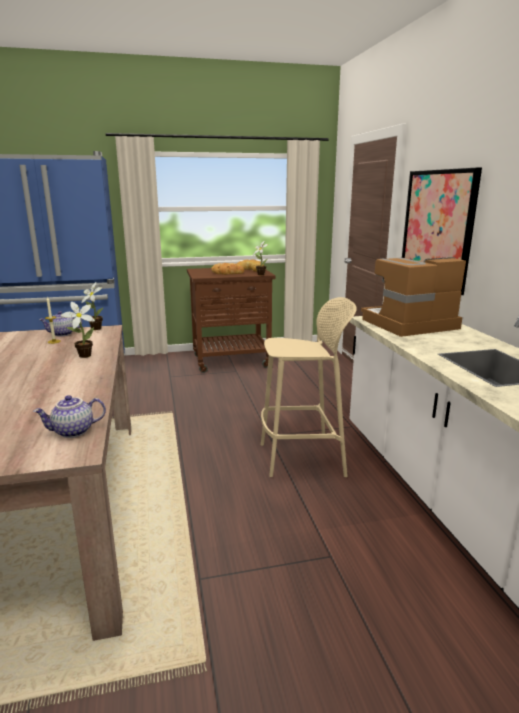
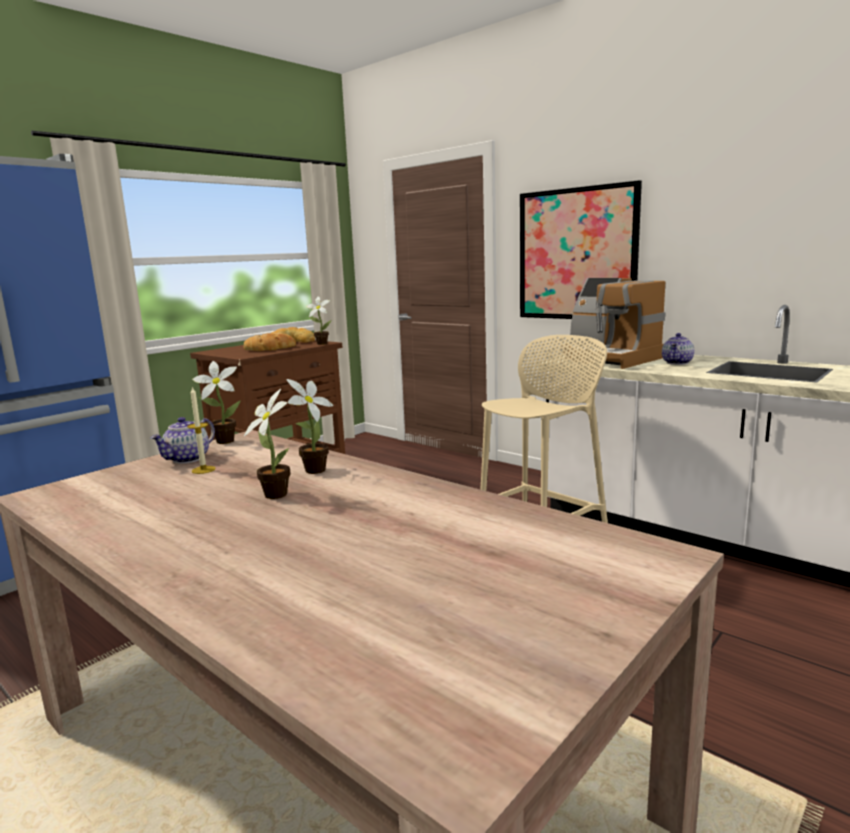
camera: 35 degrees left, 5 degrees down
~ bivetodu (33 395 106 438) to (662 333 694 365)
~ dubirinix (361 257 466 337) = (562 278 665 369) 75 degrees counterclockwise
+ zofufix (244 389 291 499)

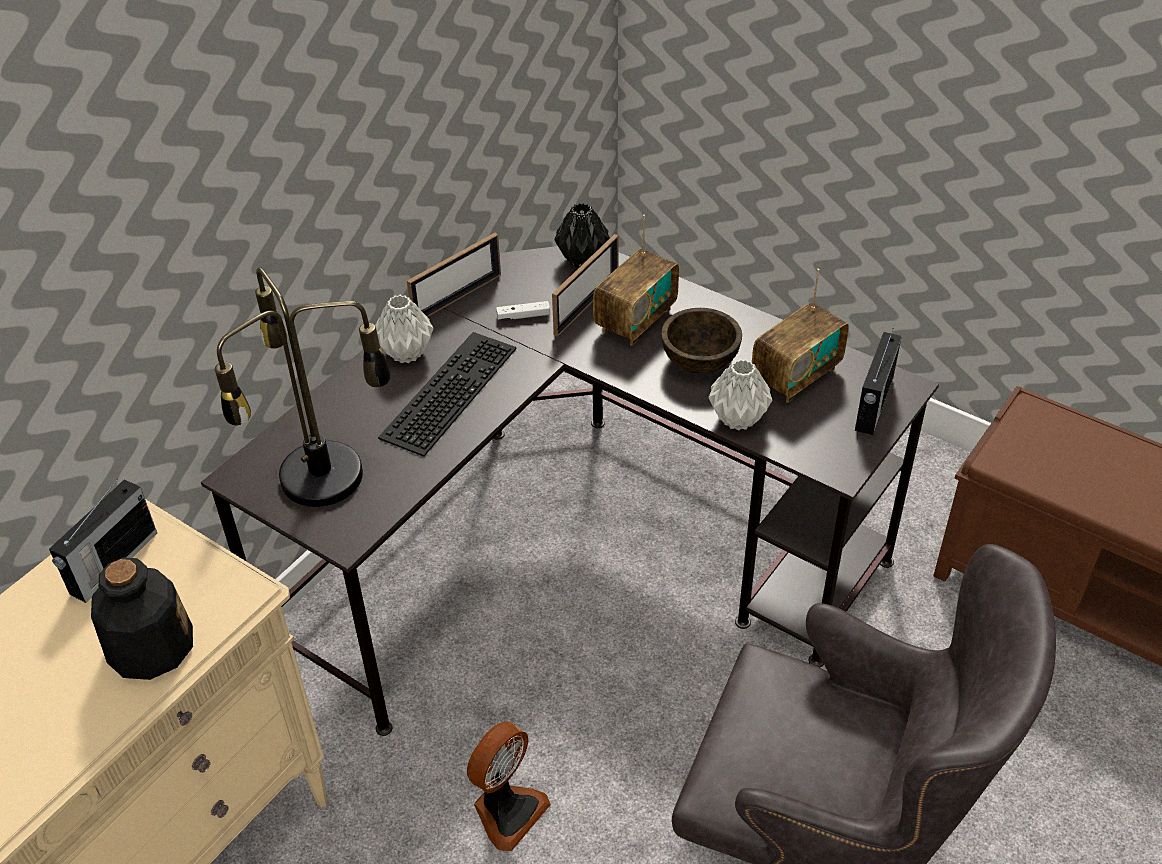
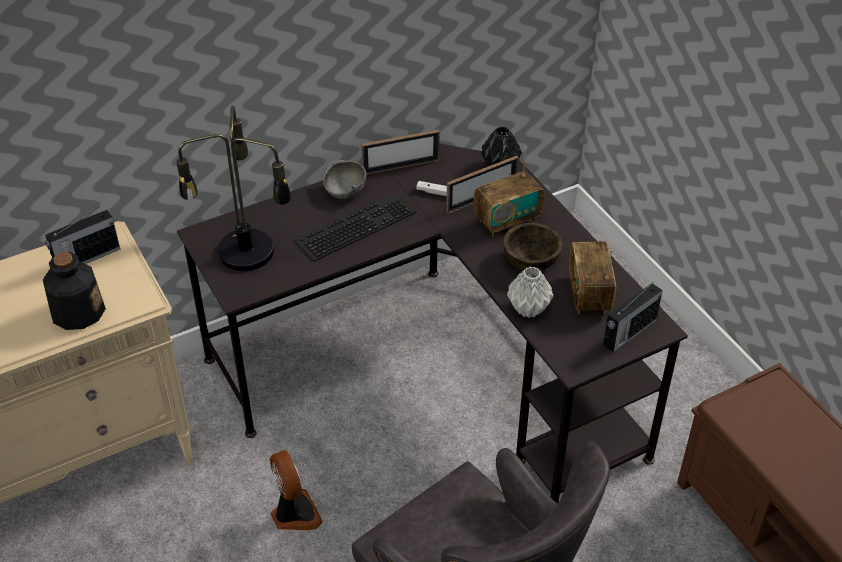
camera: 25 degrees right, 0 degrees up
~ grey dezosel (375 295 434 363) to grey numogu (323 160 367 199)
~ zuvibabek (467 722 551 851) = (270 450 323 530) 90 degrees counterclockwise
~ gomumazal (752 269 849 403) = (569 241 617 314) 105 degrees clockwise

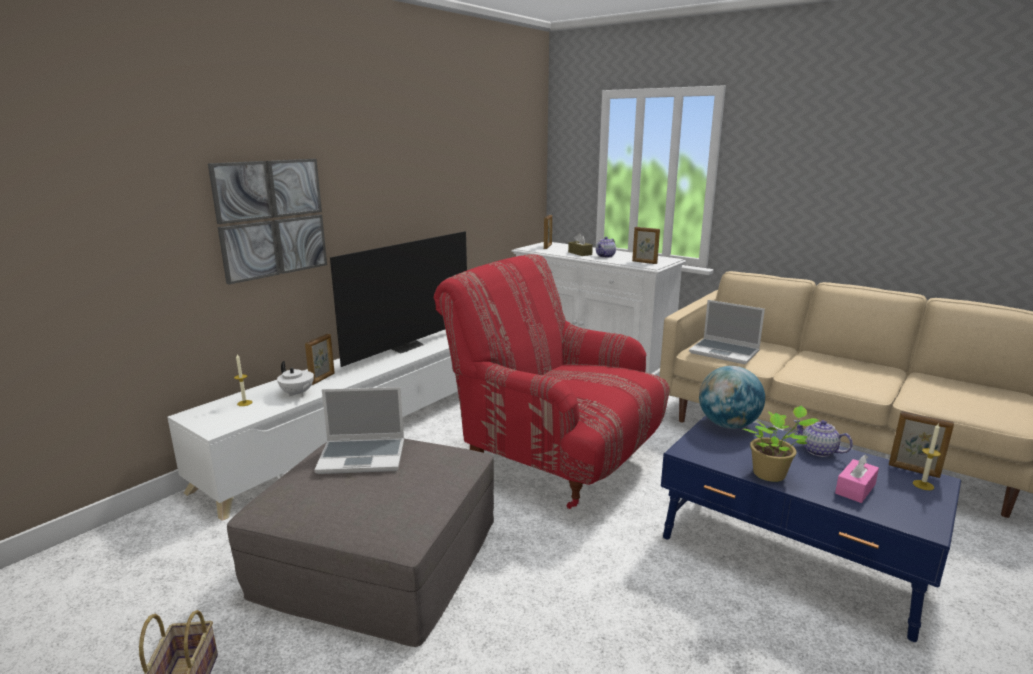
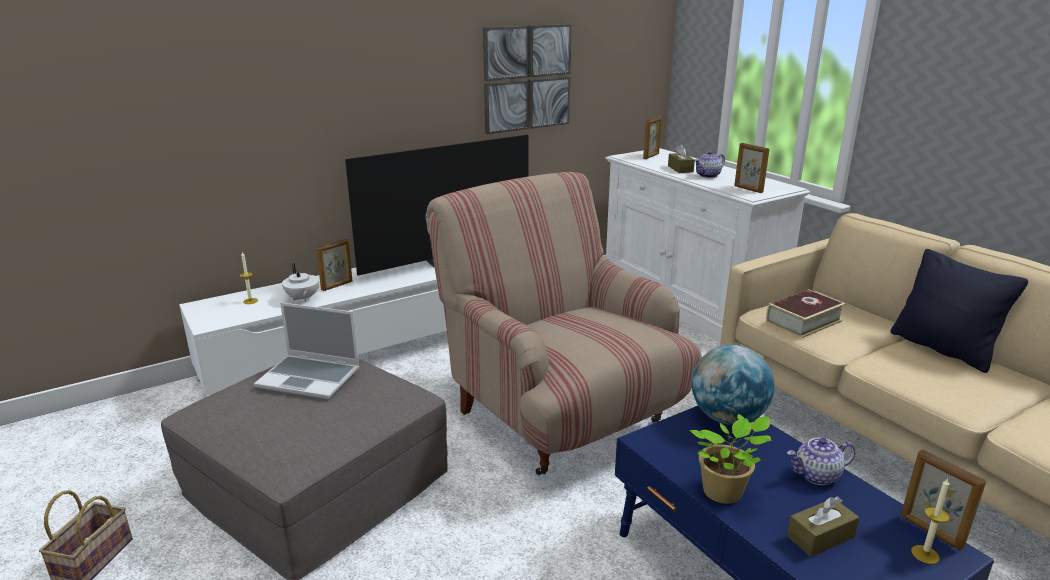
camera: 20 degrees right, 5 degrees up
~ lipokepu (208 159 327 284) to (483 24 572 134)
~ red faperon (434 254 670 509) to beige faperon (425 172 702 476)
~ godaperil (689 300 765 364) to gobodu (766 289 846 338)
~ bivetodu (793 420 853 457) = (787 438 856 485) 75 degrees counterclockwise
~ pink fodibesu (835 454 879 503) to brown fodibesu (787 496 859 557)
+ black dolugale (890 249 1028 373)

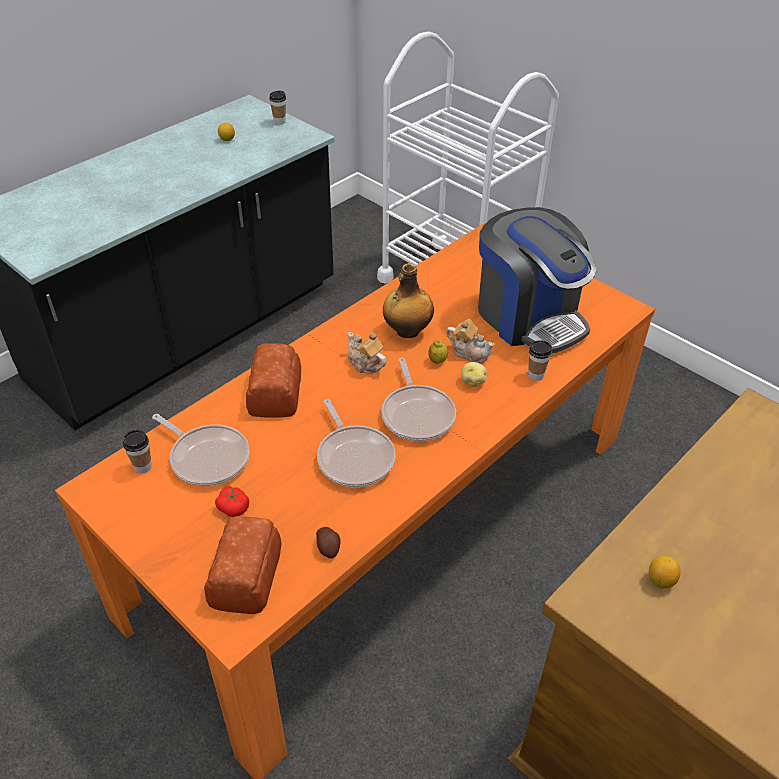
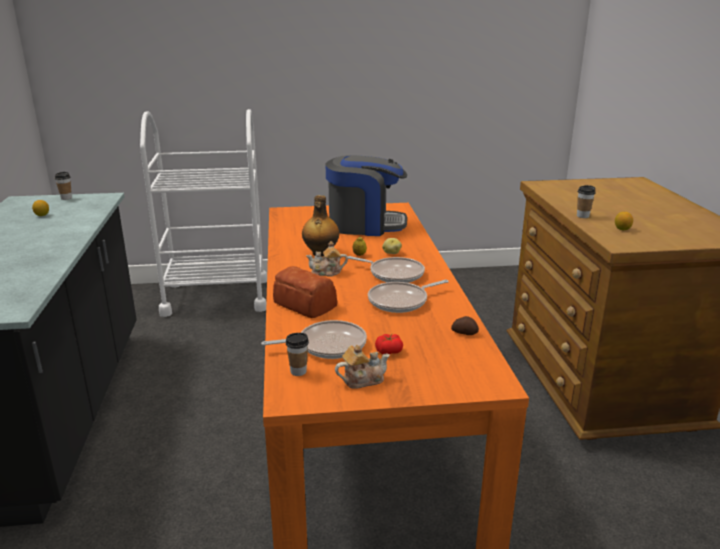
camera: 50 degrees left, 20 degrees down
- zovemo (204 516 282 614)
~ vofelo (317 399 396 487) = (368 280 449 313) 135 degrees clockwise
~ bivetodu (446 319 495 364) to (335 345 390 389)
~ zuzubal (528 340 552 381) to (577 185 596 218)

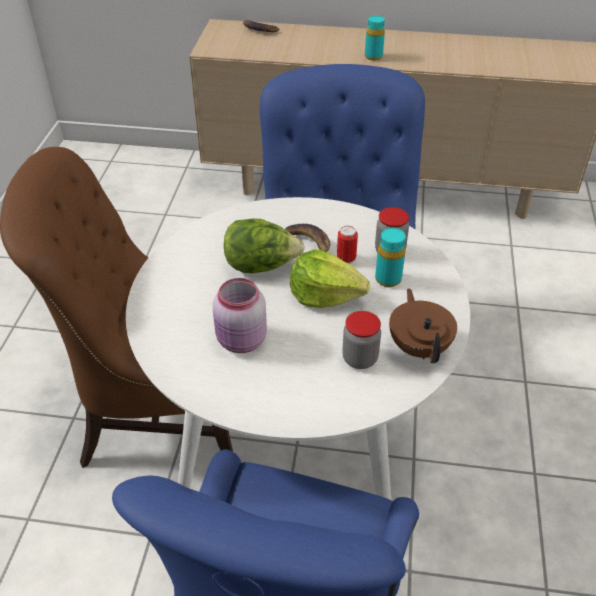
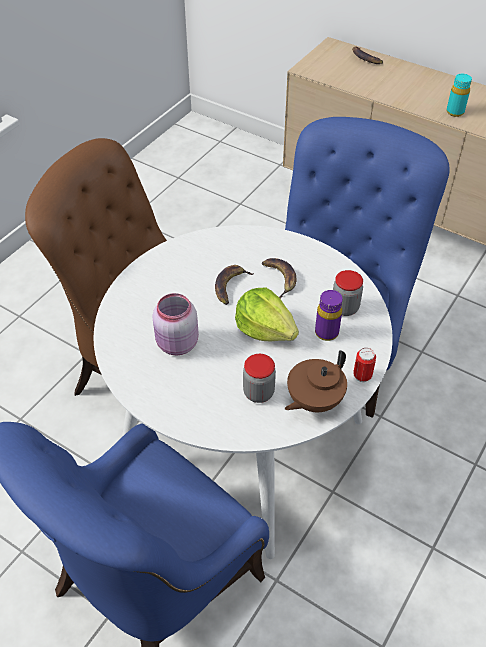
camera: 25 degrees right, 5 degrees up
~ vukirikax (224 218 305 273) to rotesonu (215 265 254 305)
~ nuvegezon (337 226 358 264) to (353 348 376 382)
~ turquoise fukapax (375 228 406 287) to purple fukapax (315 290 342 341)
~ brown bivetodu (389 288 457 363) = (285 350 347 412) 150 degrees counterclockwise

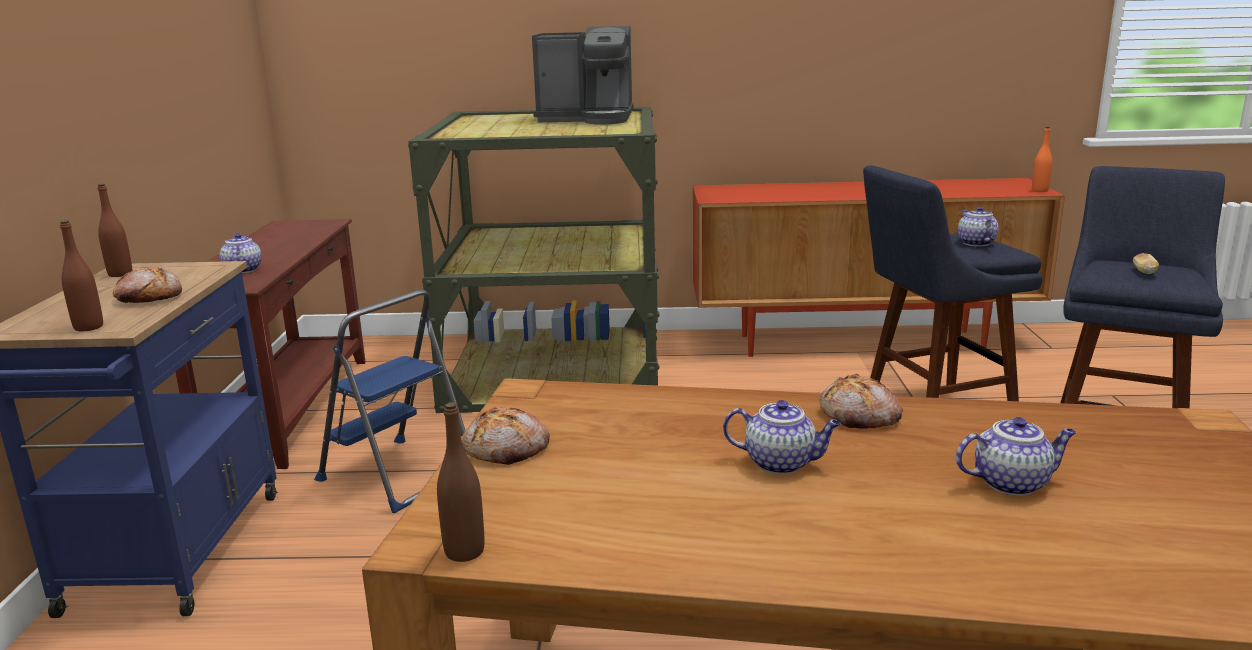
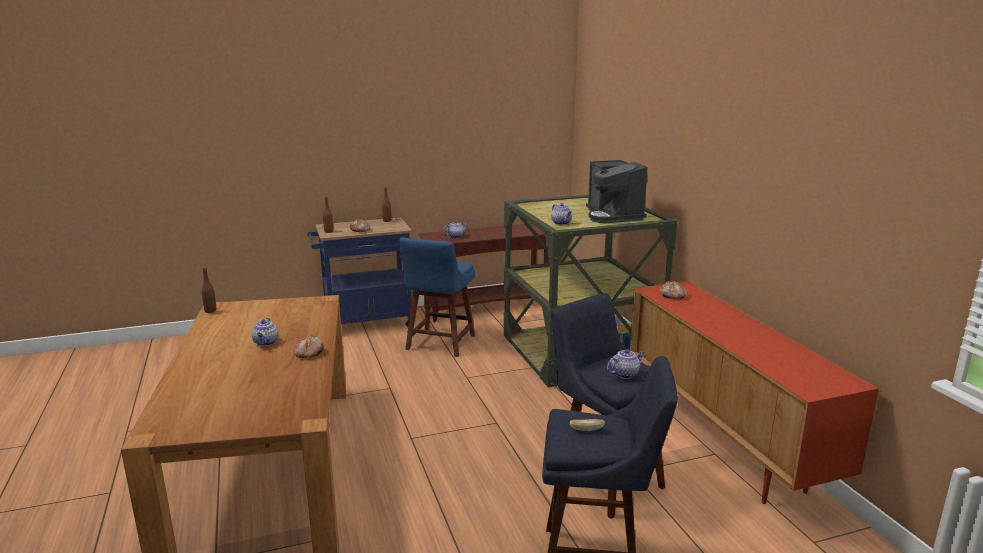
camera: 70 degrees right, 0 degrees up
~ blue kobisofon (314 290 465 513) to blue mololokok (399 237 475 357)
~ zovemo (462 407 550 465) to (660 281 687 299)
~ bivetodu (956 417 1076 496) to (551 203 572 225)
- orange fukapax (1032 127 1052 192)

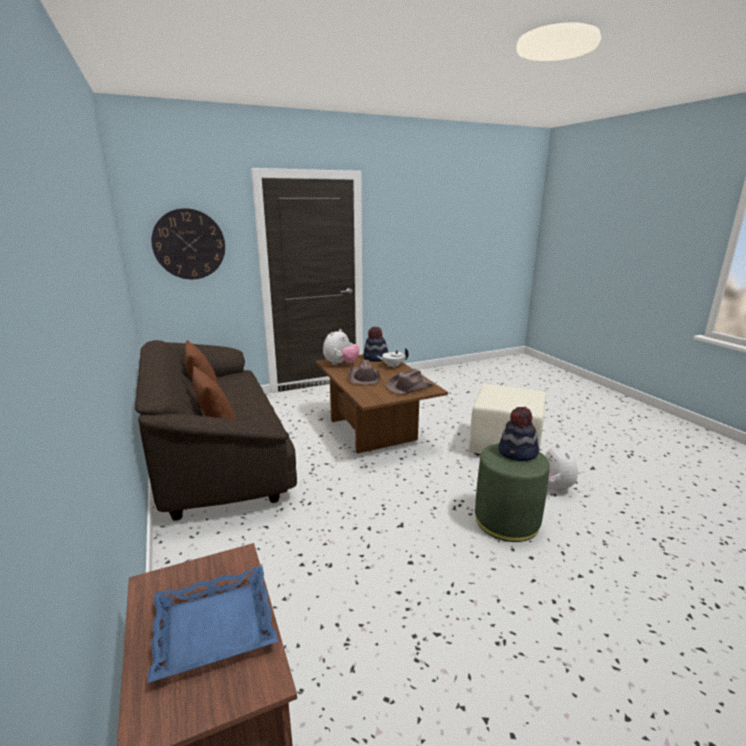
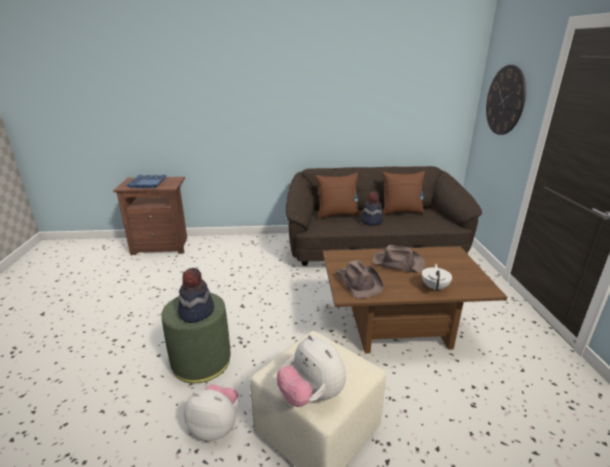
camera: 110 degrees right, 5 degrees up
~ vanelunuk (323 329 359 365) to (277 334 346 407)
~ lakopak (363 327 388 362) to (361 192 383 226)

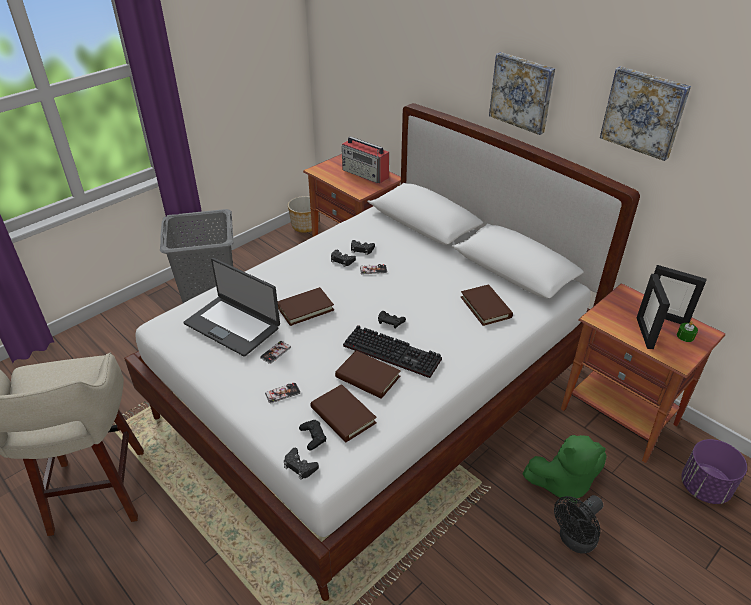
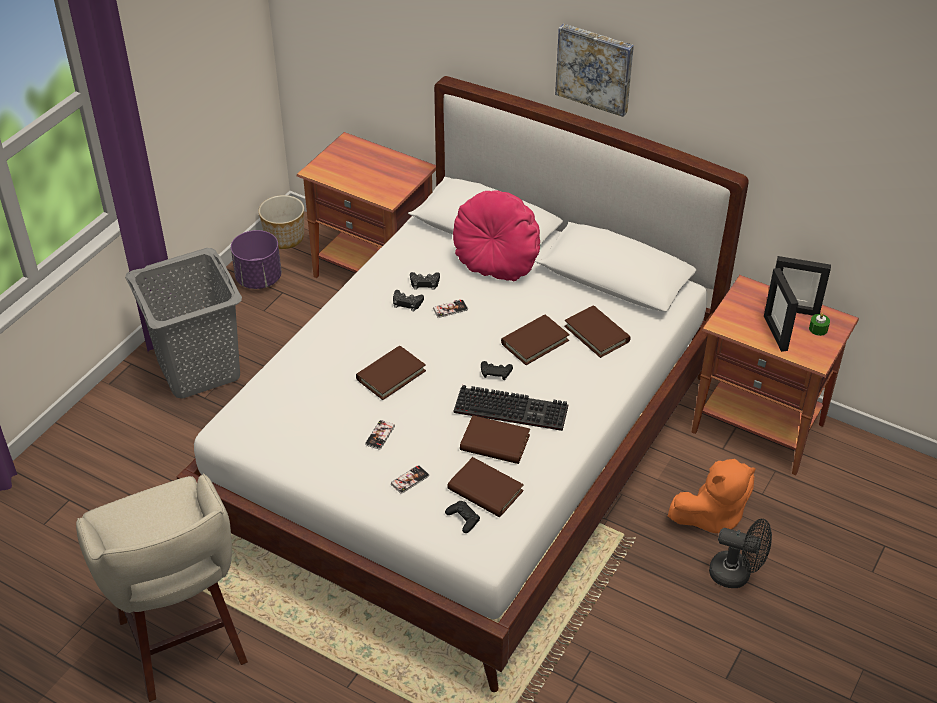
camera: 15 degrees left, 5 degrees up
- godaperil (183 258 280 357)
- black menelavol (284 448 319 480)
- gomumazal (342 136 389 183)
~ green vanelunuk (522 435 607 504) to orange vanelunuk (668 459 755 533)
~ black zuvibabek (554 495 603 554) = (709 519 772 588) 105 degrees counterclockwise
- lipokepu (600 66 691 161)
~ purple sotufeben (681 439 747 504) to (231 230 282 289)
+ pink dolugale (453 190 540 281)
+ brown gobodu (501 315 570 365)

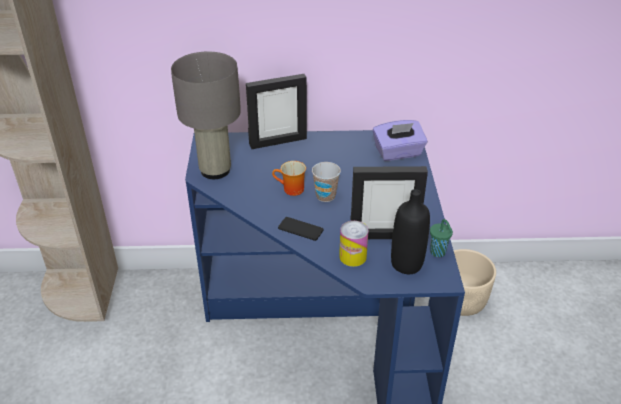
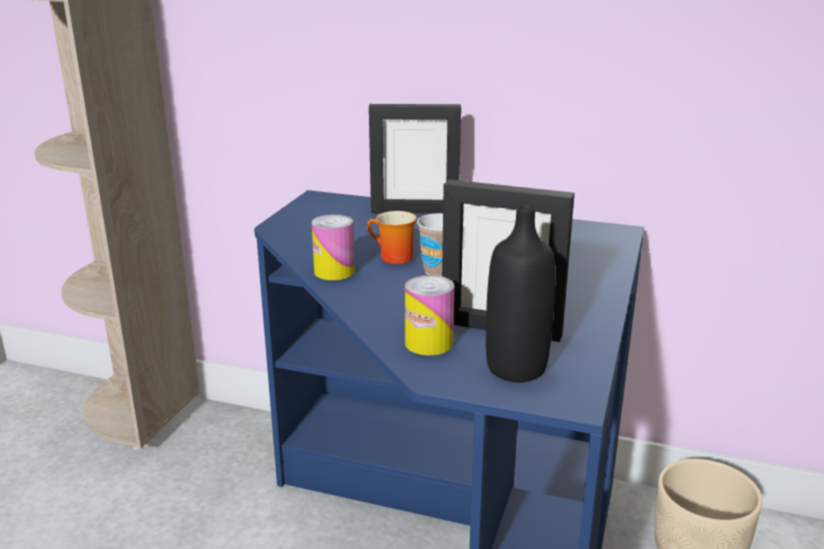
camera: 20 degrees right, 15 degrees down
- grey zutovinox (171 52 241 179)
- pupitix (278 217 324 241)
- purple fodibesu (373 120 428 161)
- green zuzubal (430 219 453 257)
+ nuvegezon (312 214 355 280)

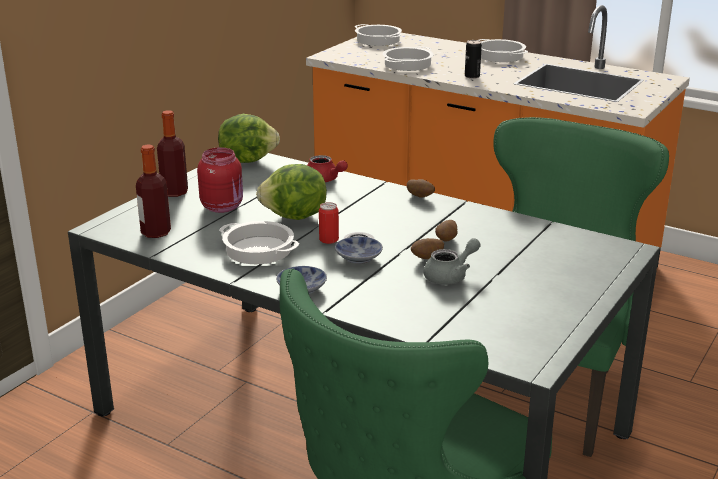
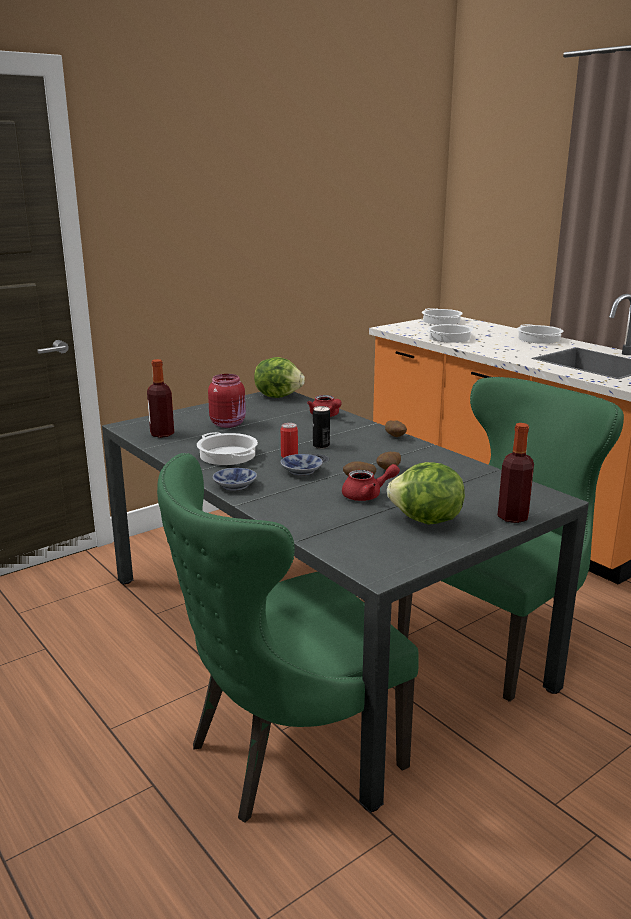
camera: 20 degrees right, 5 degrees down
~ fukapax (157 110 188 197) to (498 423 534 523)
~ vukirikax (256 164 327 220) to (387 462 465 524)
~ grey bivetodu (423 238 481 285) to red bivetodu (342 464 400 501)
~ nuvegezon (465 40 482 79) to (313 406 330 449)

